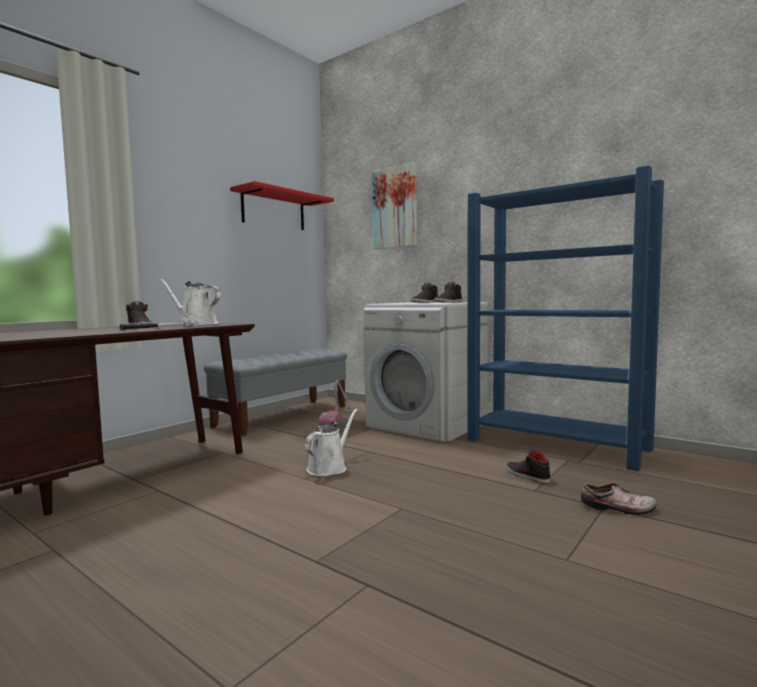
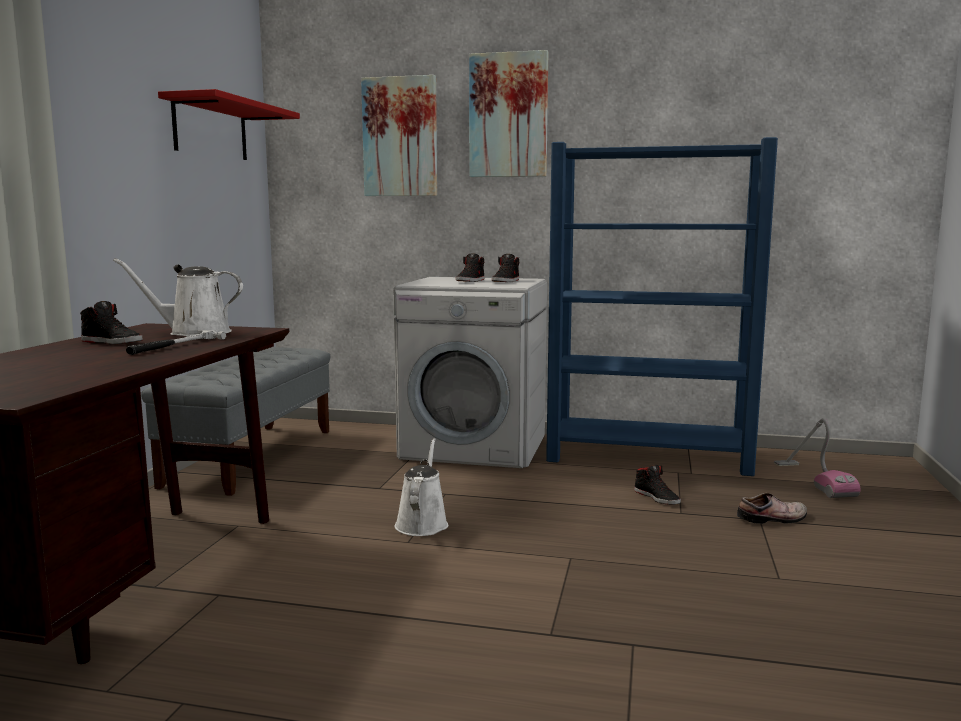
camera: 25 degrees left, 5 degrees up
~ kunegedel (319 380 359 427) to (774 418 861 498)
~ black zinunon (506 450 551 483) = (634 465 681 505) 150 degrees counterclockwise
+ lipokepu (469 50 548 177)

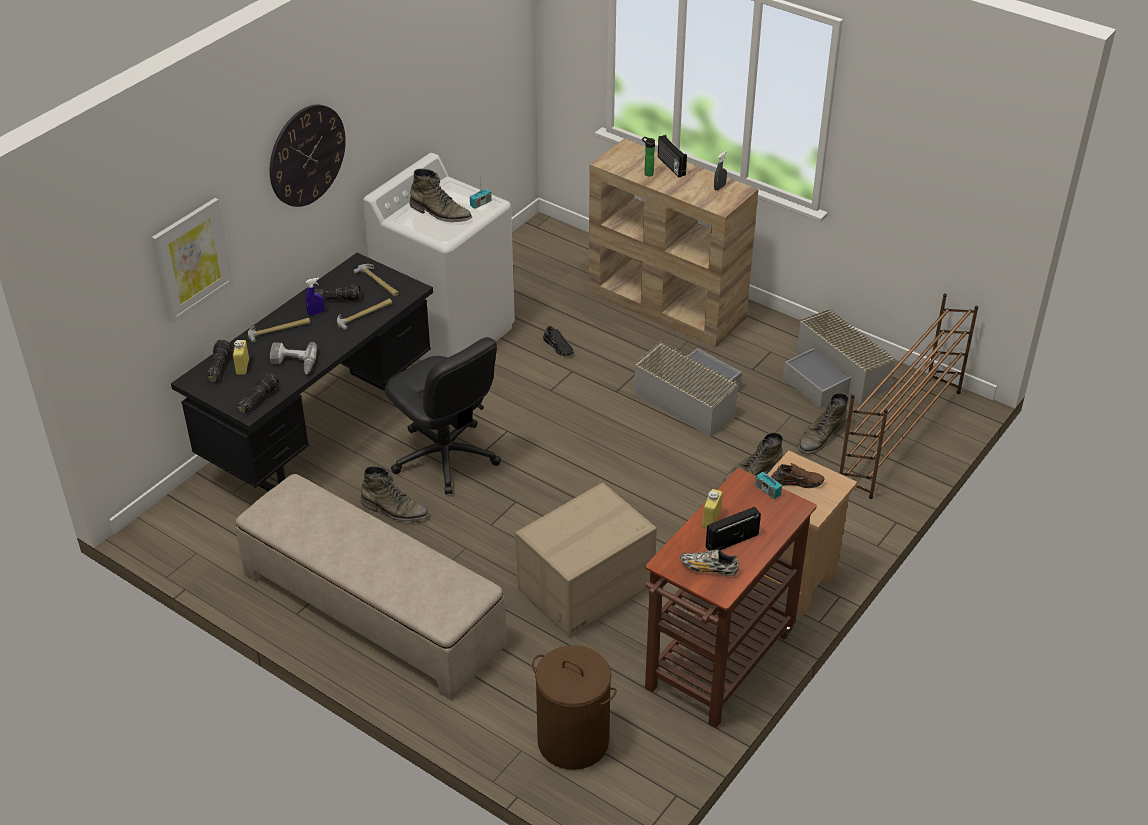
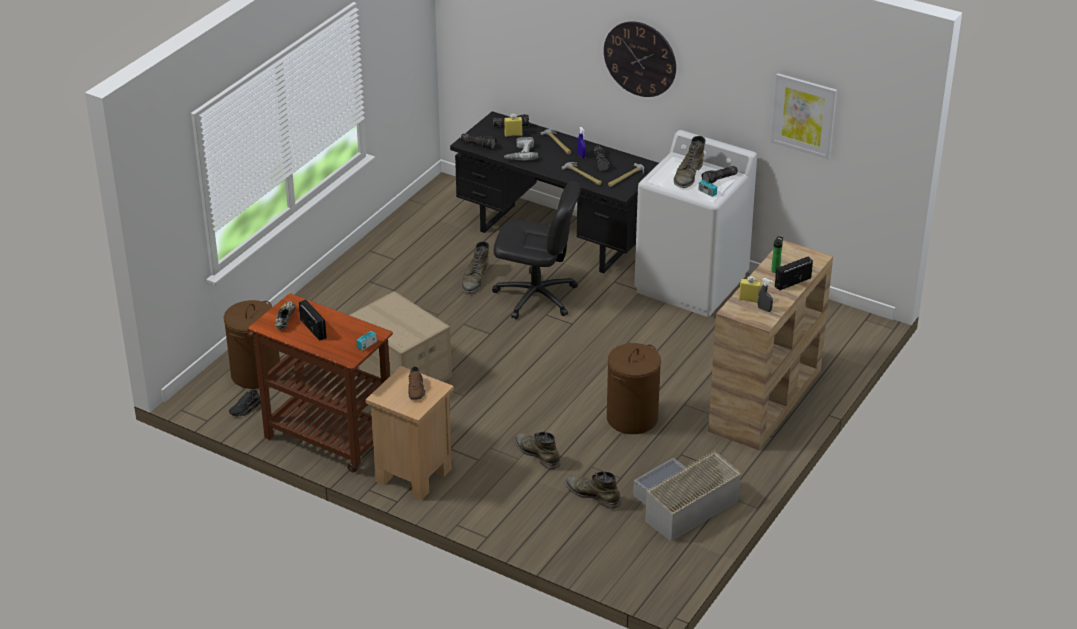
camera: 85 degrees right, 5 degrees down
~ lipokepu (152 198 233 323) to (771 73 837 160)
- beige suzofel (235 474 507 700)
~ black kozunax (385 337 501 495) = (492 181 581 319) 120 degrees counterclockwise
~ black zinunon (543 326 573 356) to (229 389 261 416)
~ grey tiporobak (634 341 742 437) to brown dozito (607 343 661 434)
~ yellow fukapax (702 489 722 528) to (739 276 761 303)
- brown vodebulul (839 294 978 499)
+ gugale (701 166 738 184)

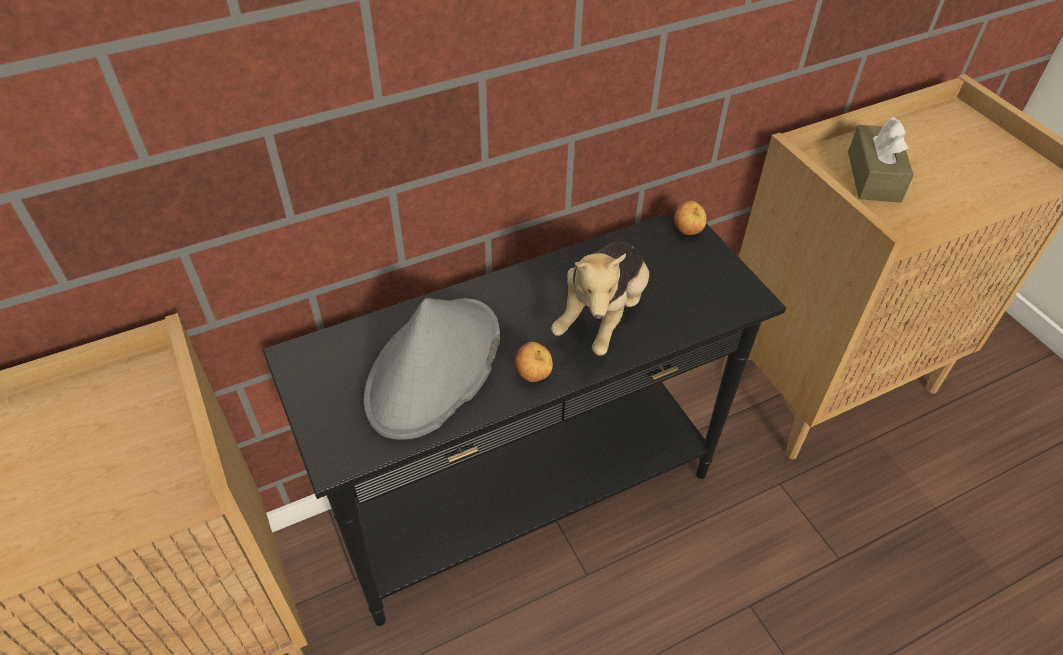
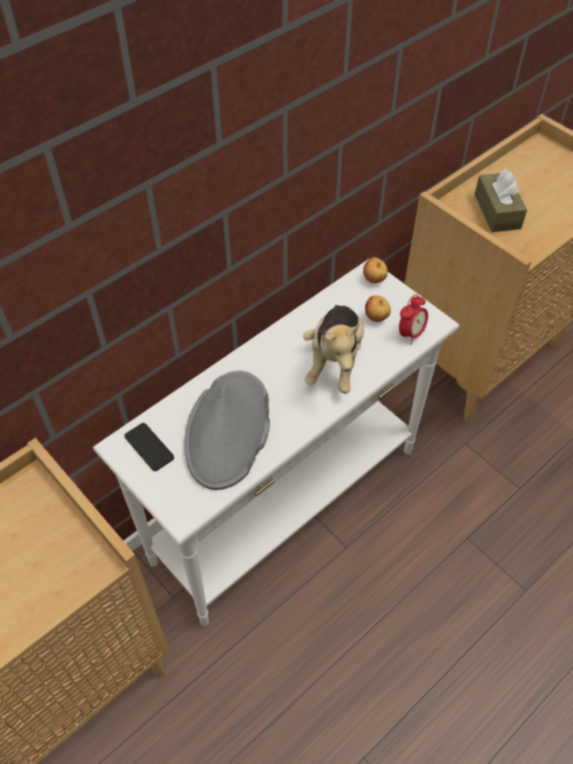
camera: 15 degrees left, 5 degrees up
~ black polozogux (262 211 786 626) to white polozogux (93 258 460 626)
~ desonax (515 342 553 382) to (365 295 391 322)
+ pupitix (124 423 174 471)
+ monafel (399 294 428 345)

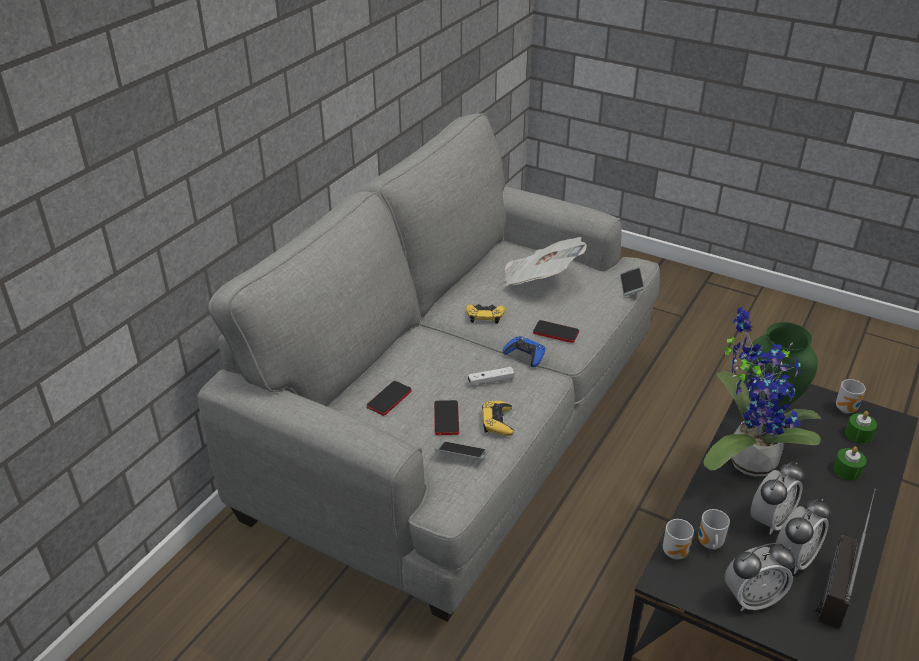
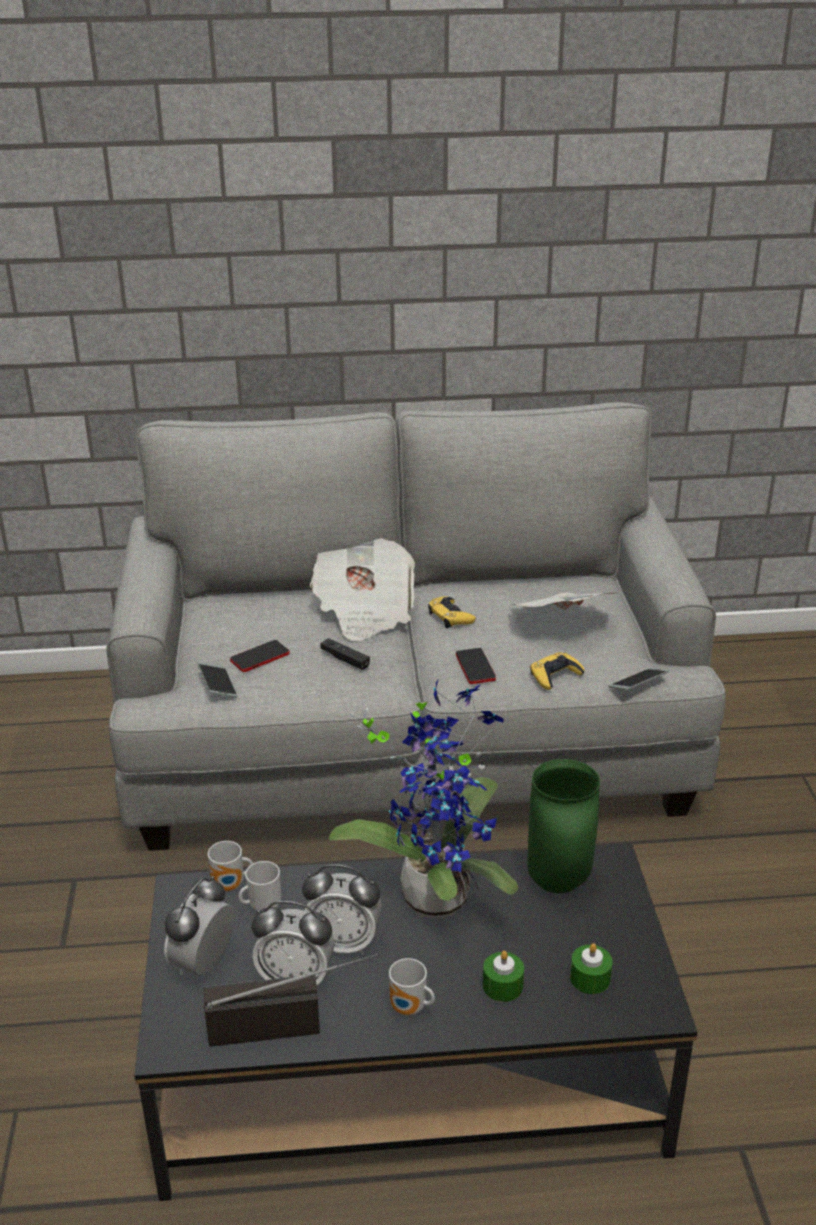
camera: 55 degrees right, 5 degrees down
- pupitix (367 381 412 416)
~ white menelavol (468 367 515 385) to black menelavol (320 638 370 670)
~ yellow menelavol (482 401 514 436) to (530 652 584 690)
- blue menelavol (503 336 545 367)
~ monafel (725 543 796 612) = (164 876 234 976) 75 degrees clockwise
~ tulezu (836 379 866 414) to (389 958 435 1015)
+ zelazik (310 538 415 641)

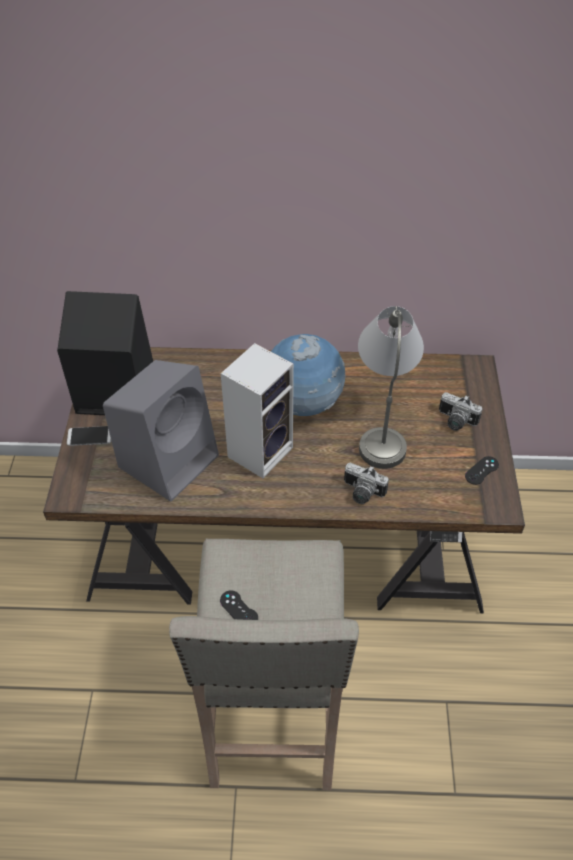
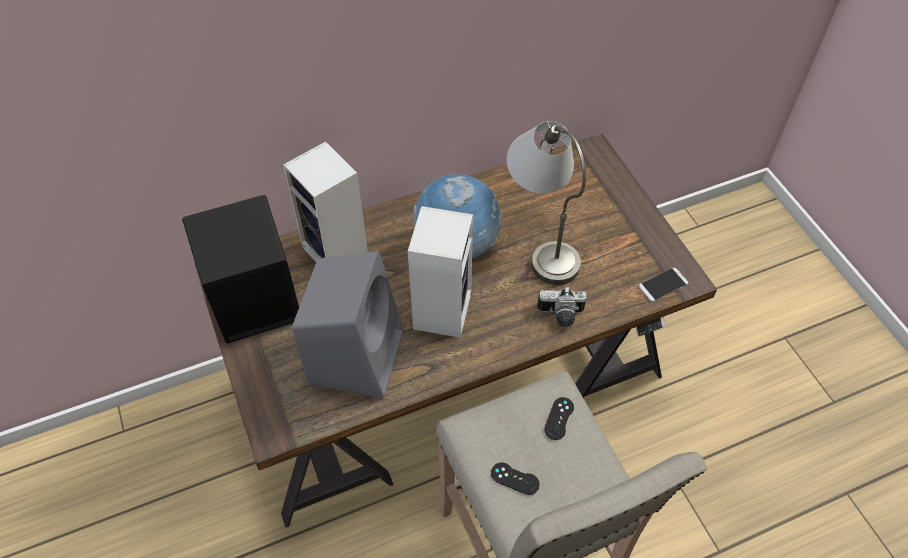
camera: 25 degrees left, 5 degrees up
~ pupitix (67 426 111 446) to (639 268 688 302)
- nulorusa (439 392 483 431)
~ black menelavol (465 456 499 485) to (544 397 574 440)
+ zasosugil (283 142 368 262)

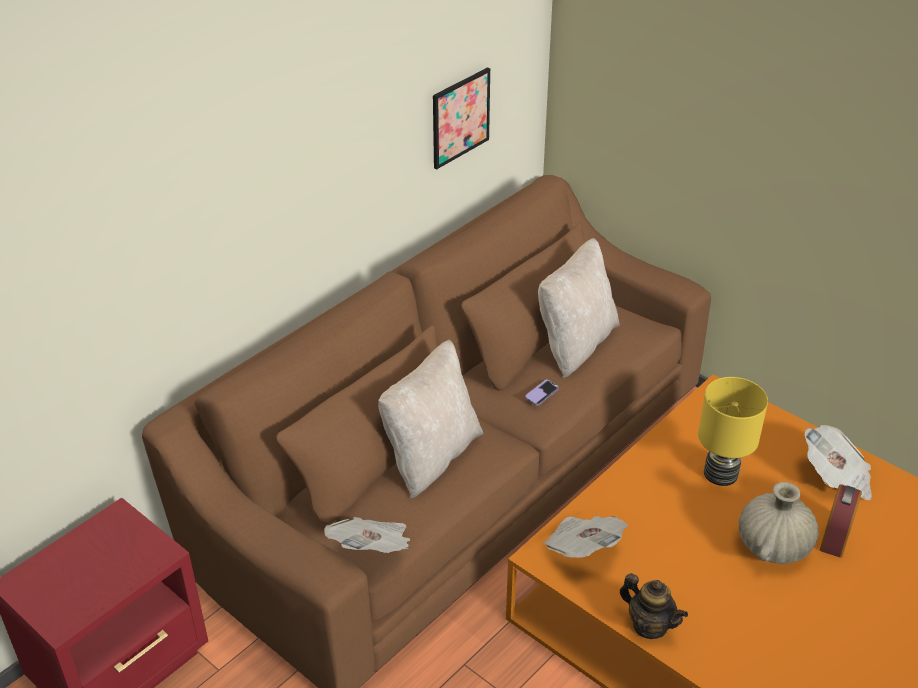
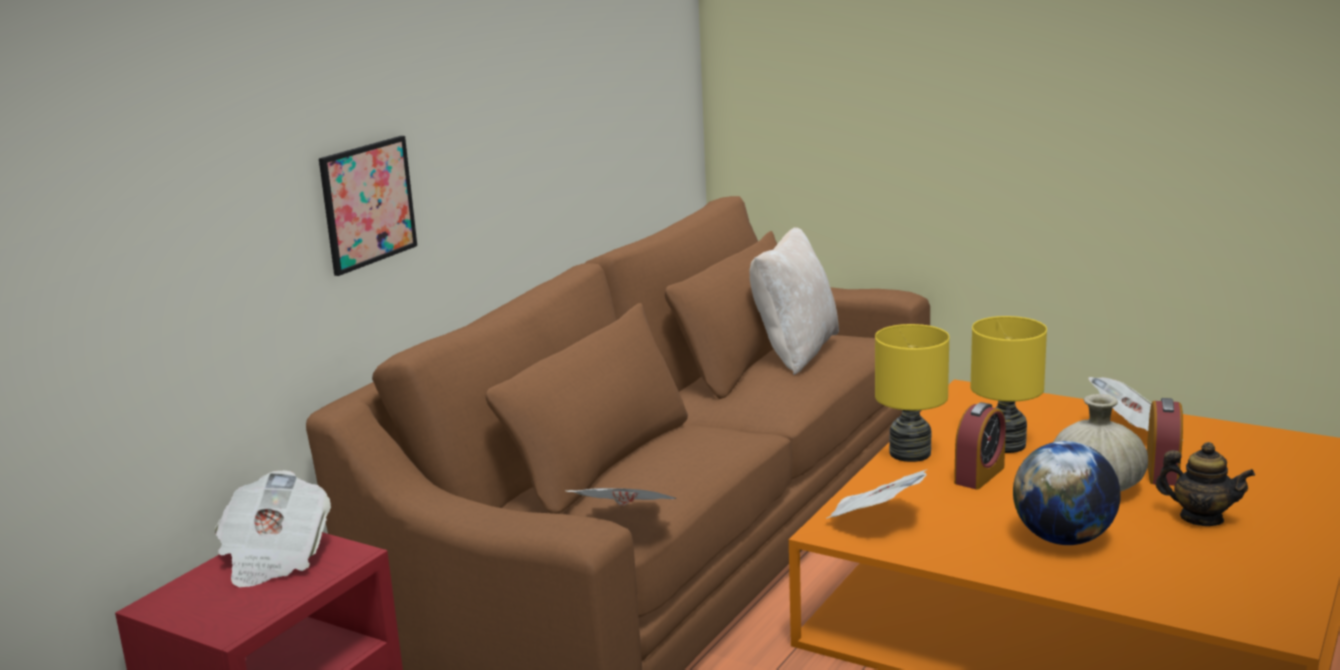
camera: 10 degrees left, 20 degrees down
- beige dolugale (378 340 483 498)
~ lipokepu (433 67 490 169) to (319 136 417 276)
- pupitix (525 380 559 406)
~ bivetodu (620 573 688 639) to (1155 442 1255 526)
+ zelazik (215 470 331 587)
+ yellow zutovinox (875 324 949 462)
+ monafel (954 402 1006 490)
+ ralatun (1013 441 1121 545)

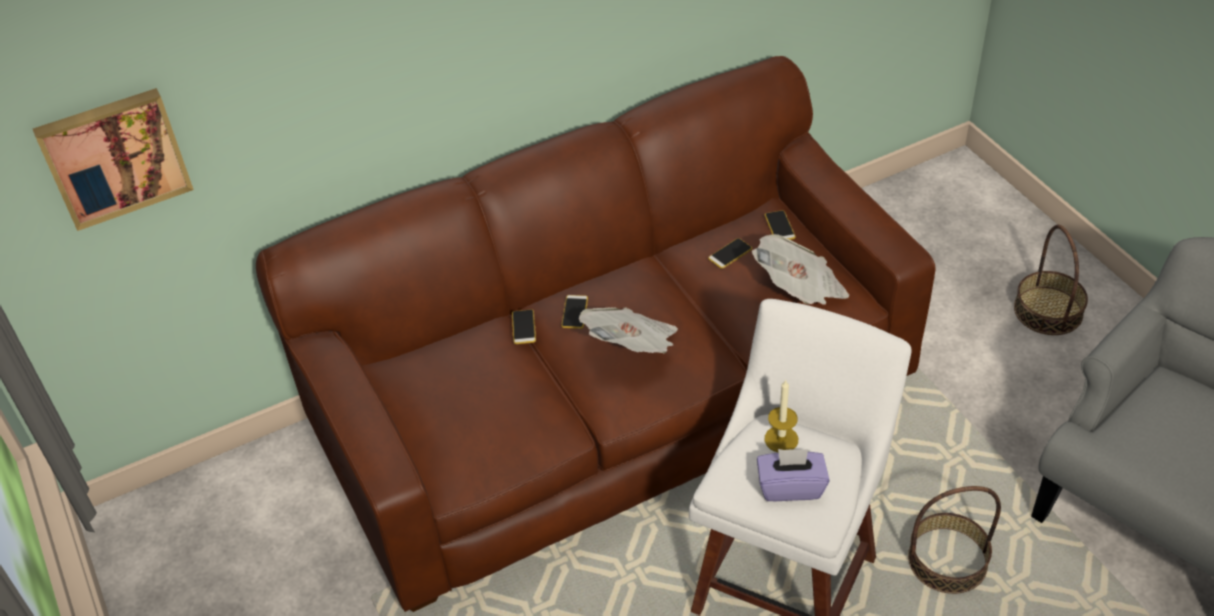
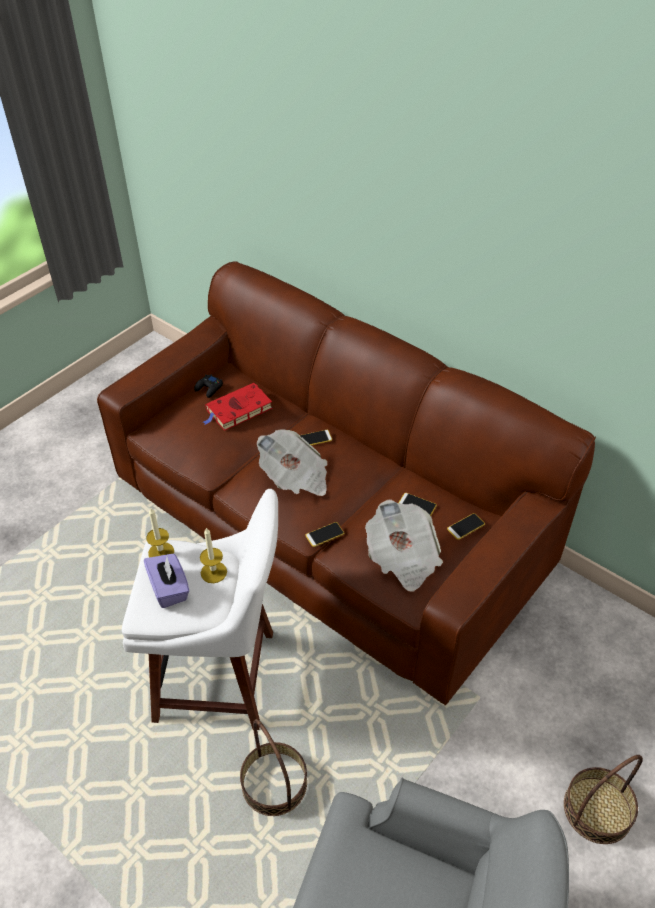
camera: 65 degrees right, 0 degrees up
- lipokepu (33 88 194 231)
~ pupitix (512 309 536 344) to (305 522 344 547)
+ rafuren (146 507 174 557)
+ black menelavol (194 374 223 398)
+ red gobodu (203 383 273 431)

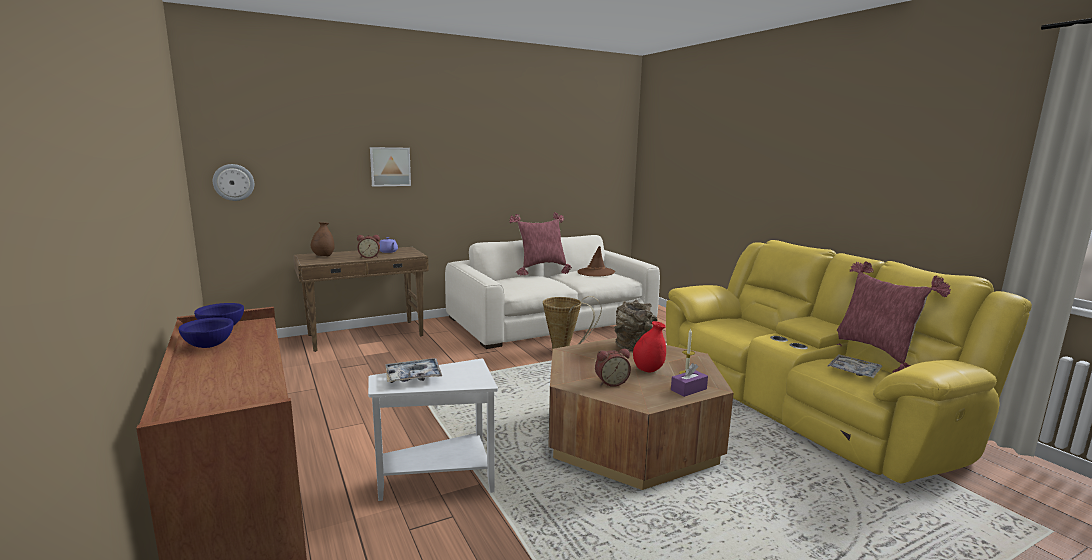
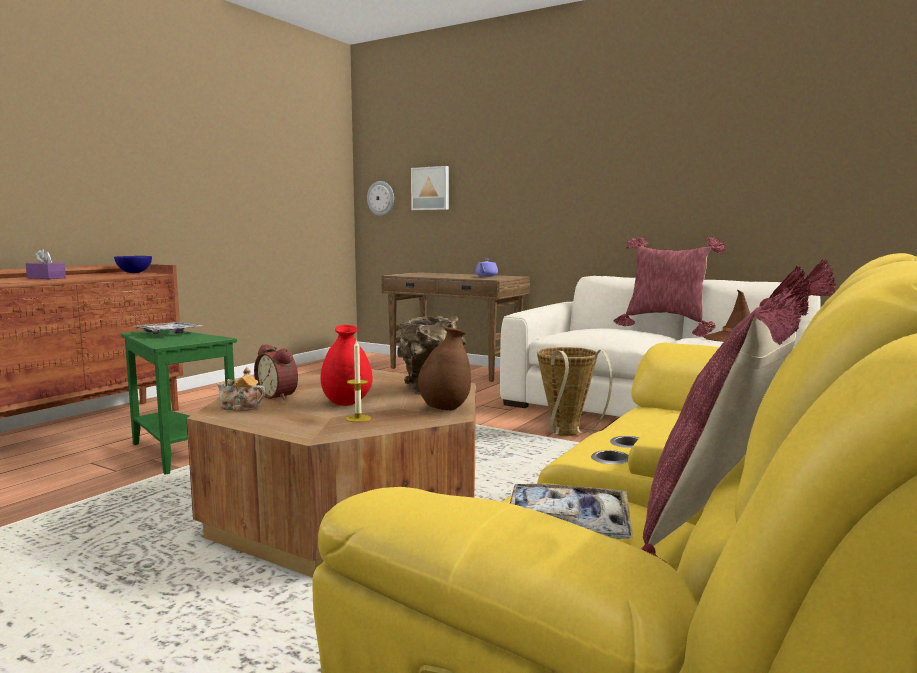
camera: 60 degrees right, 5 degrees down
- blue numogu (178 317 233 348)
~ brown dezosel (311 222 335 256) to (418 327 471 411)
- monafel (357 235 380 258)
~ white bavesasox (368 359 498 501) to green bavesasox (121 330 237 475)
~ lipokepu (370 147 411 187) to (411 166 449 210)
~ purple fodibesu (671 363 708 397) to (26 249 66 279)
+ bivetodu (217 367 266 412)

